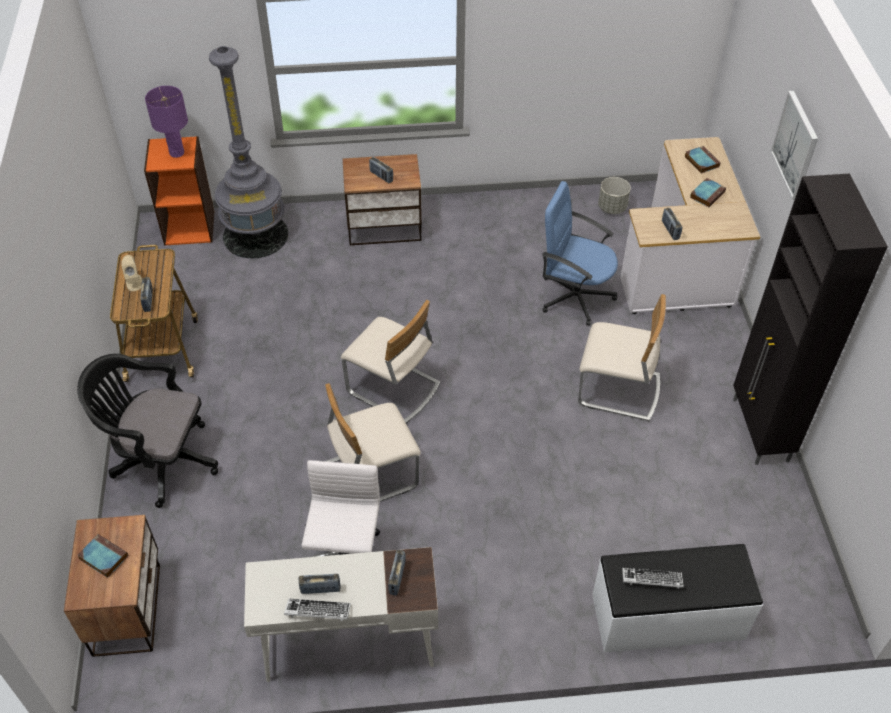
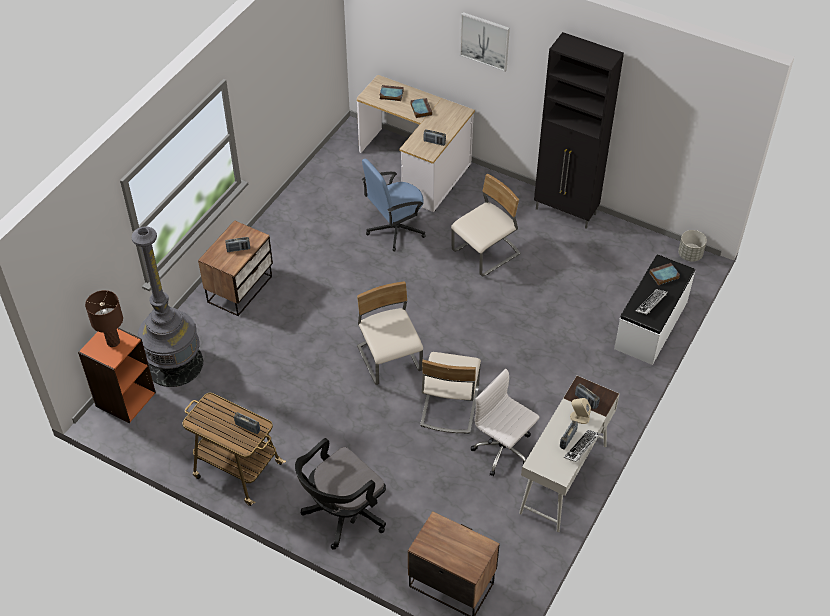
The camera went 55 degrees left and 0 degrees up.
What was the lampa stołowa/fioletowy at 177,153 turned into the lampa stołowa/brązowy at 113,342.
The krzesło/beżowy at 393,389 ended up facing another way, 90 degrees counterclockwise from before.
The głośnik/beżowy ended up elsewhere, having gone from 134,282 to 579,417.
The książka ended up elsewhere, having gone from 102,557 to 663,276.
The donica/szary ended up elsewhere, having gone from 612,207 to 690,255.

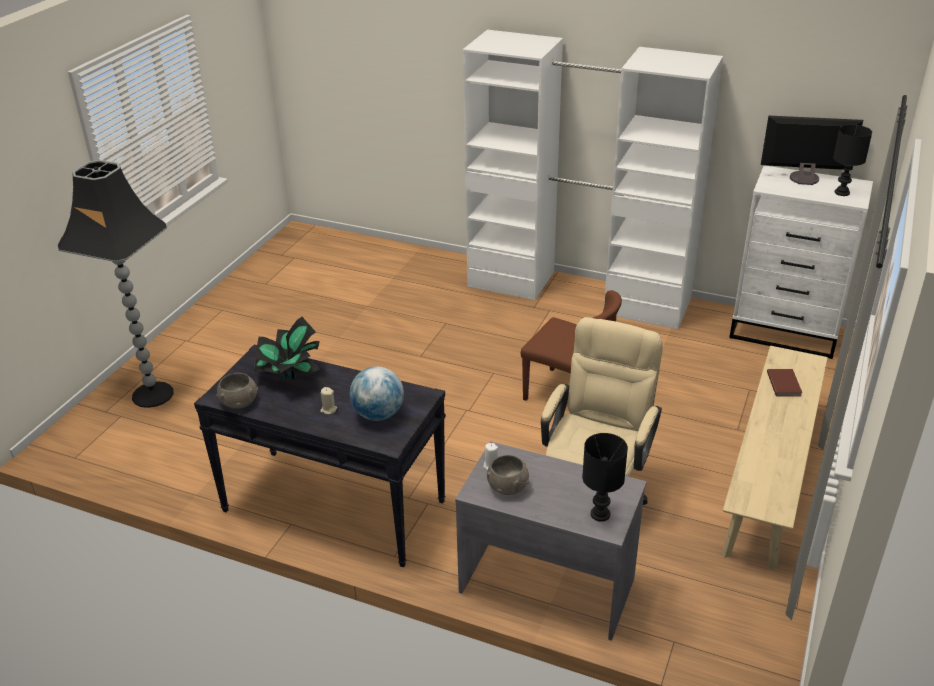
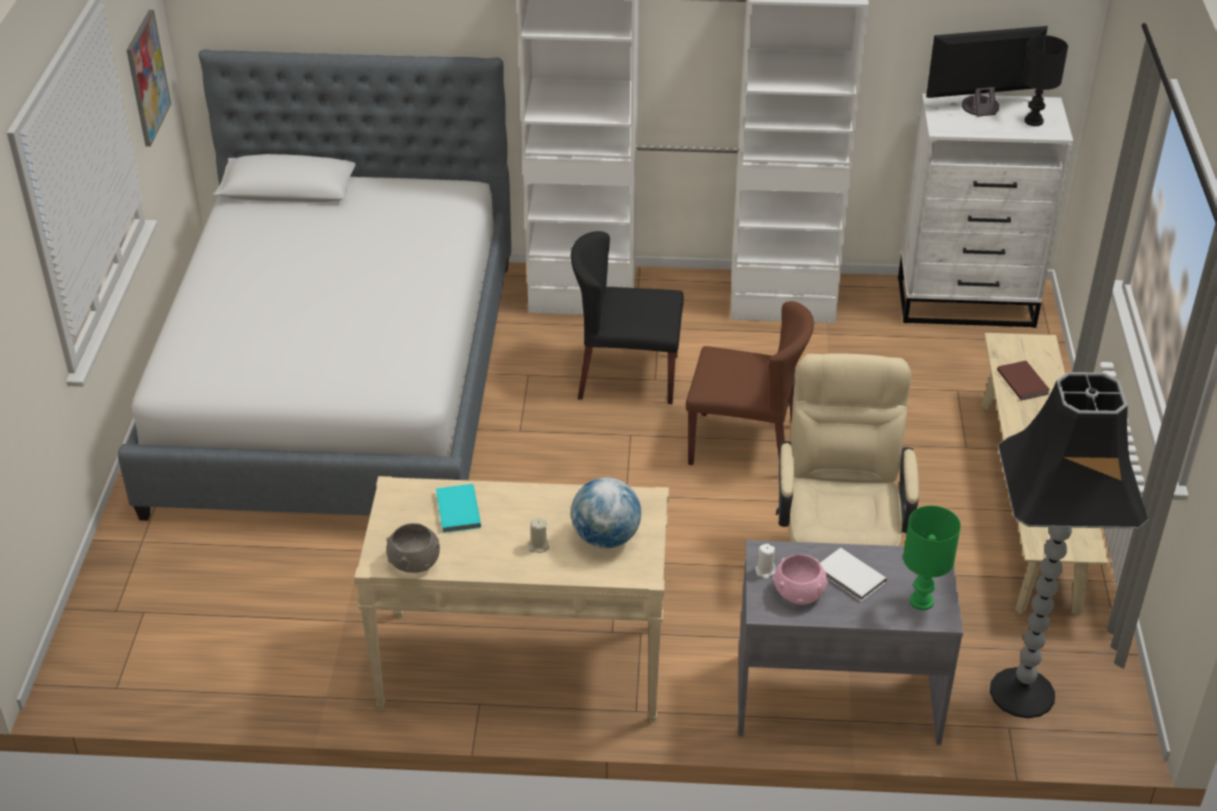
The camera went 20 degrees left and 5 degrees up.
The second view gained the łóżko at 339,382.
The second view gained the obraz at 147,78.
What was the stolik konsolowy/czarny at 333,506 turned into the stolik konsolowy/beżowy at 521,666.
Where the roślina doniczkowa stood at 289,376, the książka/turkusowy came to stand at 457,511.
The second view gained the krzesło/czarny at 627,376.
What was the miska/szary at 508,486 turned into the miska/różowy at 799,592.
The second view gained the książka/biały at 850,577.
What was the lampa stołowa/czarny at 600,515 turned into the lampa stołowa/zielony at 922,602.
The lampa stojąca/czarny ended up elsewhere, having gone from 153,395 to 1023,694.

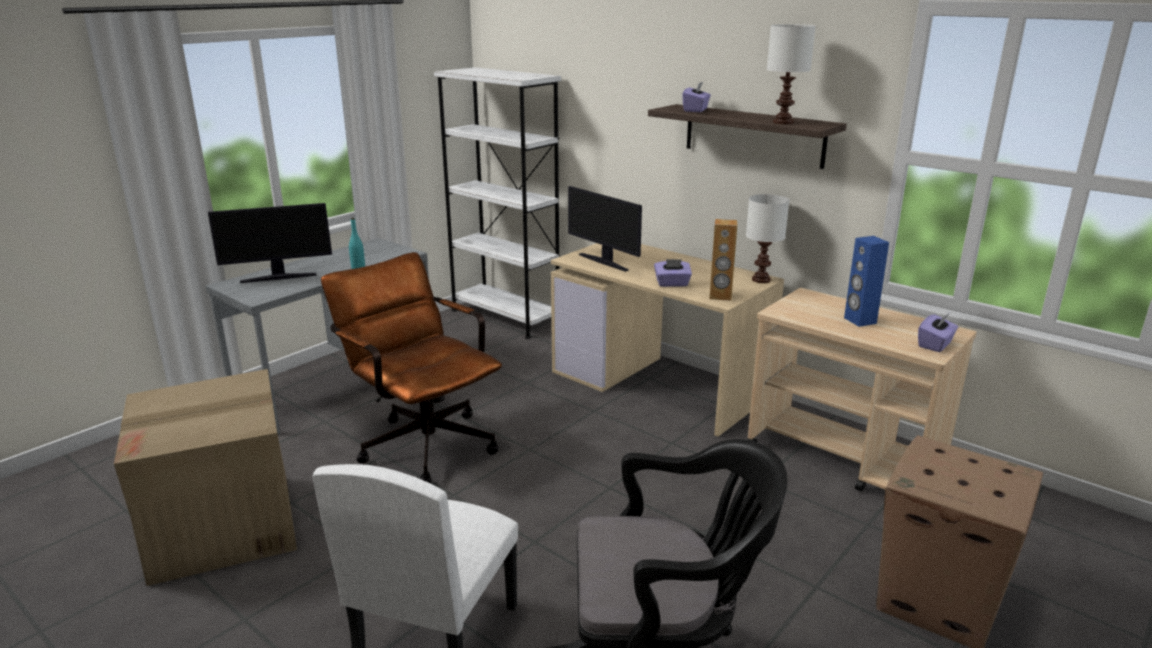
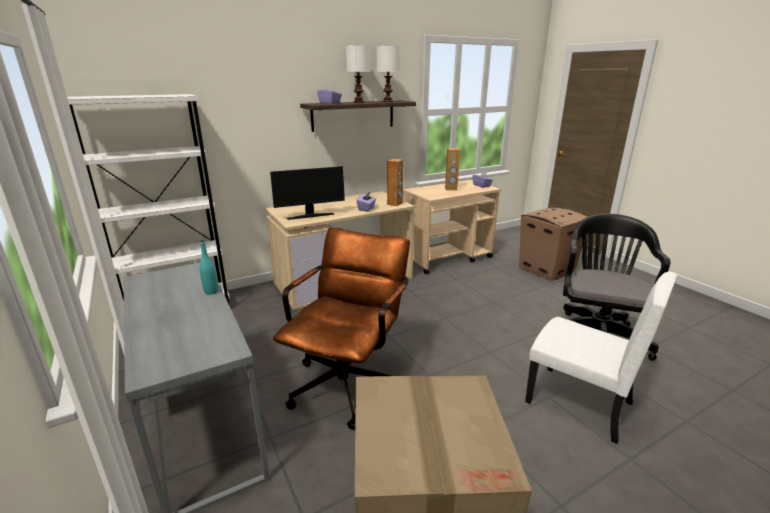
The camera went 70 degrees left and 0 degrees up.
The krzesło biurowe/brązowy at 422,441 ended up facing another way, 135 degrees clockwise from before.
The lampa stołowa/biały ended up elsewhere, having gone from 760,280 to 359,102.
What was the głośnik/niebieski at 859,320 turned into the głośnik/brązowy at 451,189.
The second view lost the monitor at 278,277.

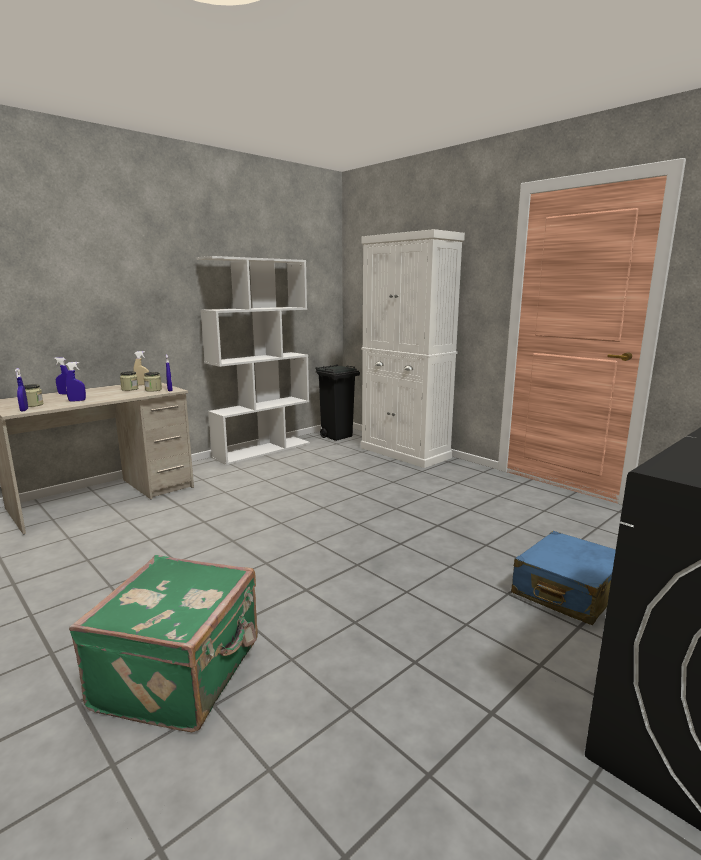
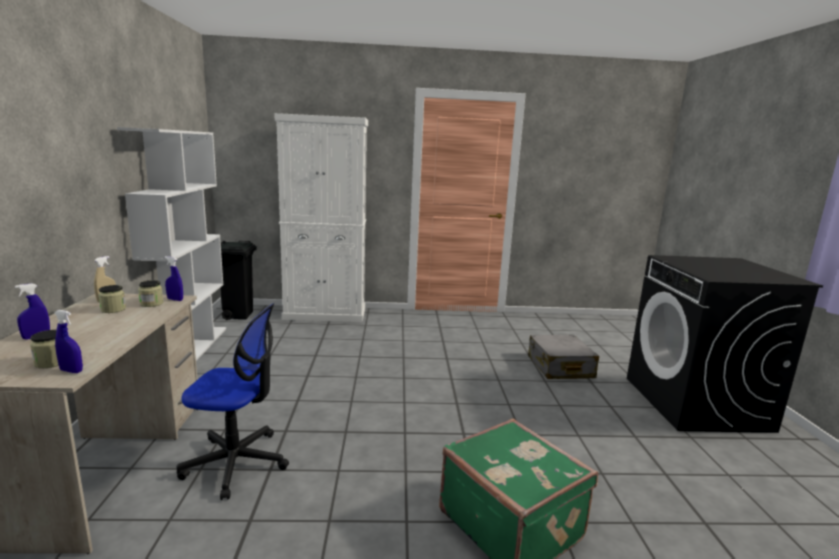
The camera went 50 degrees left and 0 degrees up.
The second view gained the krzesło biurowe at 236,463.
What was the walizka/niebieski at 567,591 turned into the walizka/szary at 560,367.
The second view lost the spryskiwacz/niebieski at 77,401.

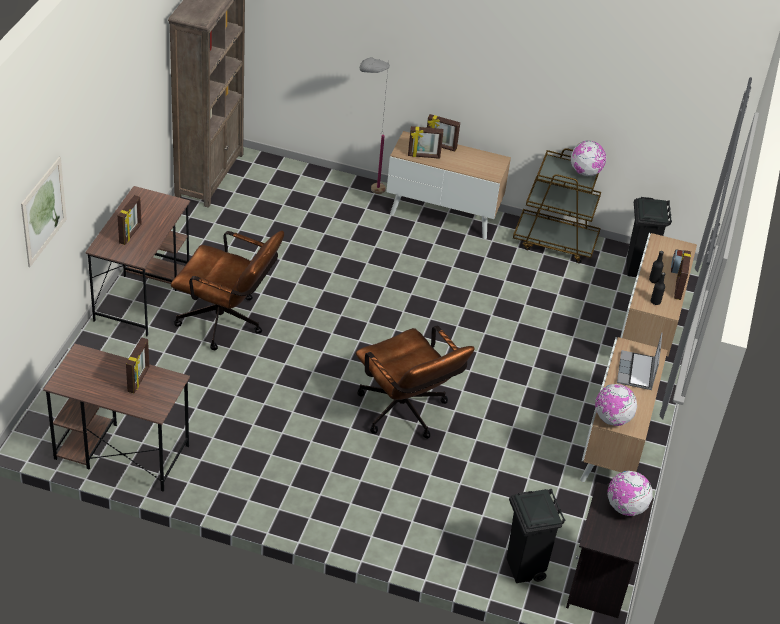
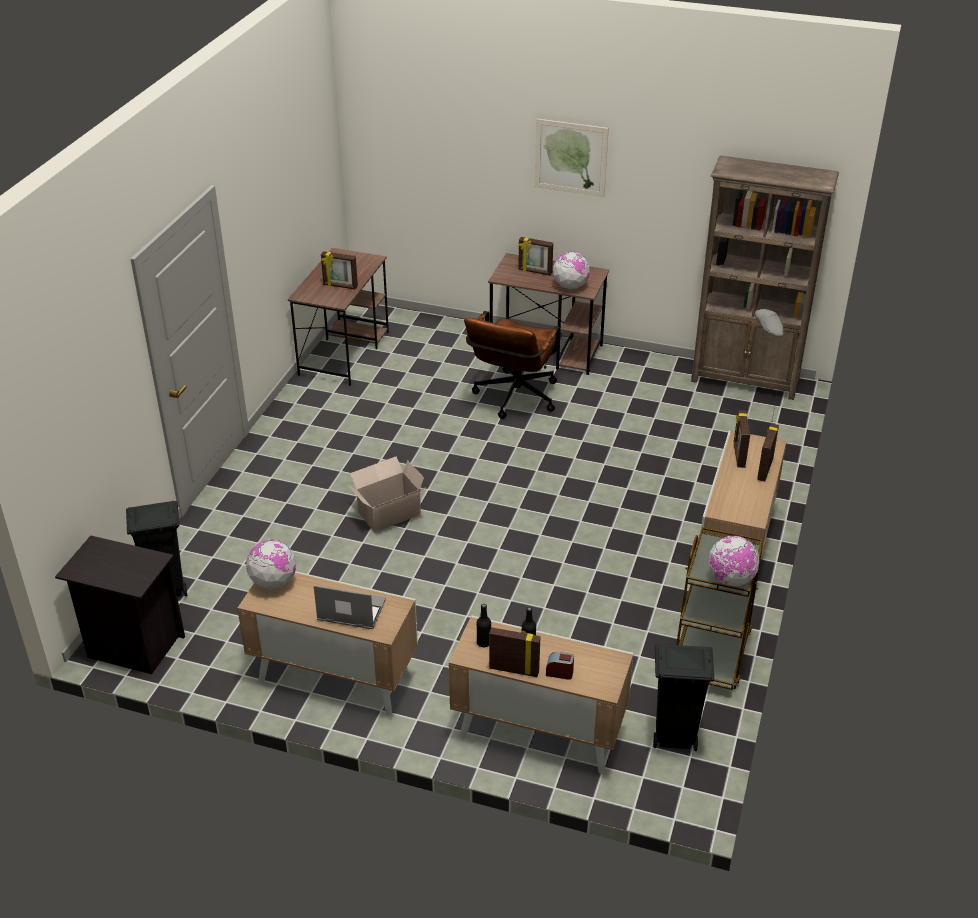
The camera went 95 degrees right and 5 degrees down.
Where the krzesło biurowe/brązowy stood at 406,414, the karton came to stand at 387,514.
The obraz ended up elsewhere, having gone from 43,211 to 570,157.
The globus ended up elsewhere, having gone from 625,507 to 570,286.

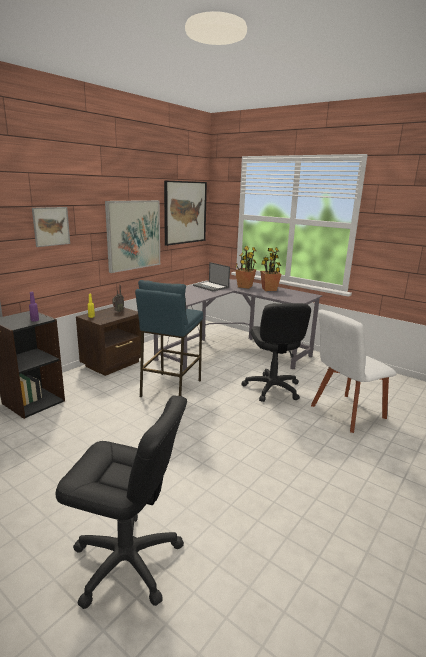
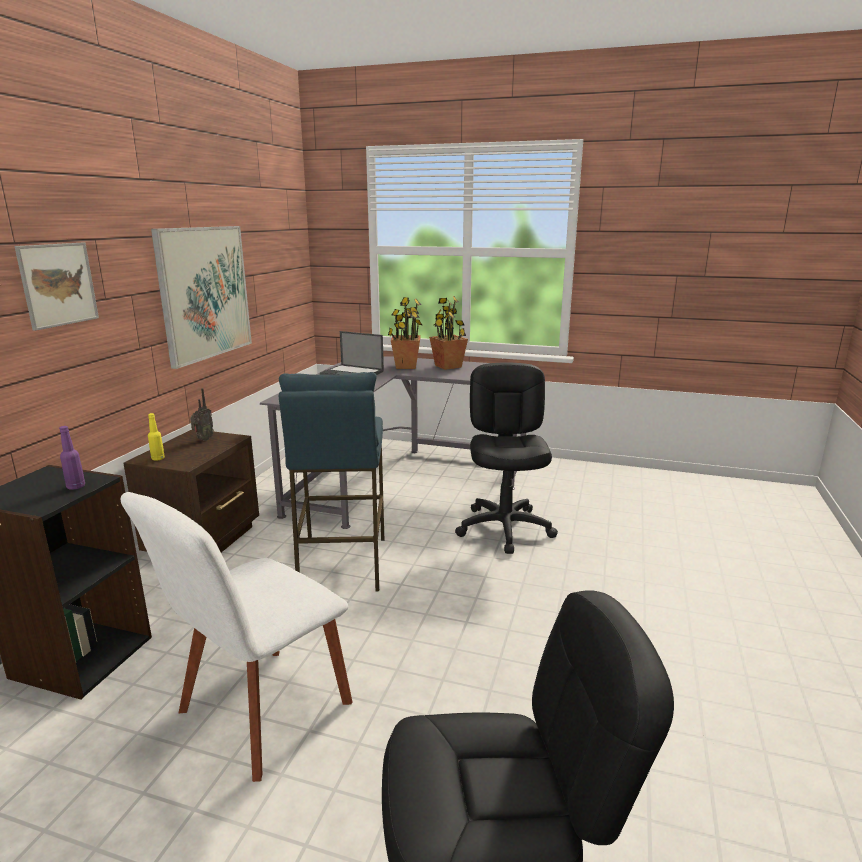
The camera went 20 degrees left and 0 degrees up.
The krzesło/biały ended up elsewhere, having gone from 345,413 to 259,713.
The krzesło biurowe/czarny at 272,388 ended up facing another way, 150 degrees counterclockwise from before.
The second view lost the obraz at 185,212.

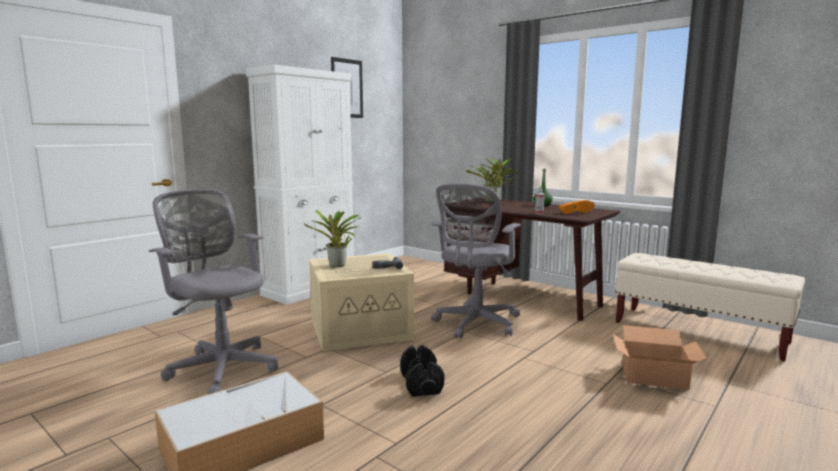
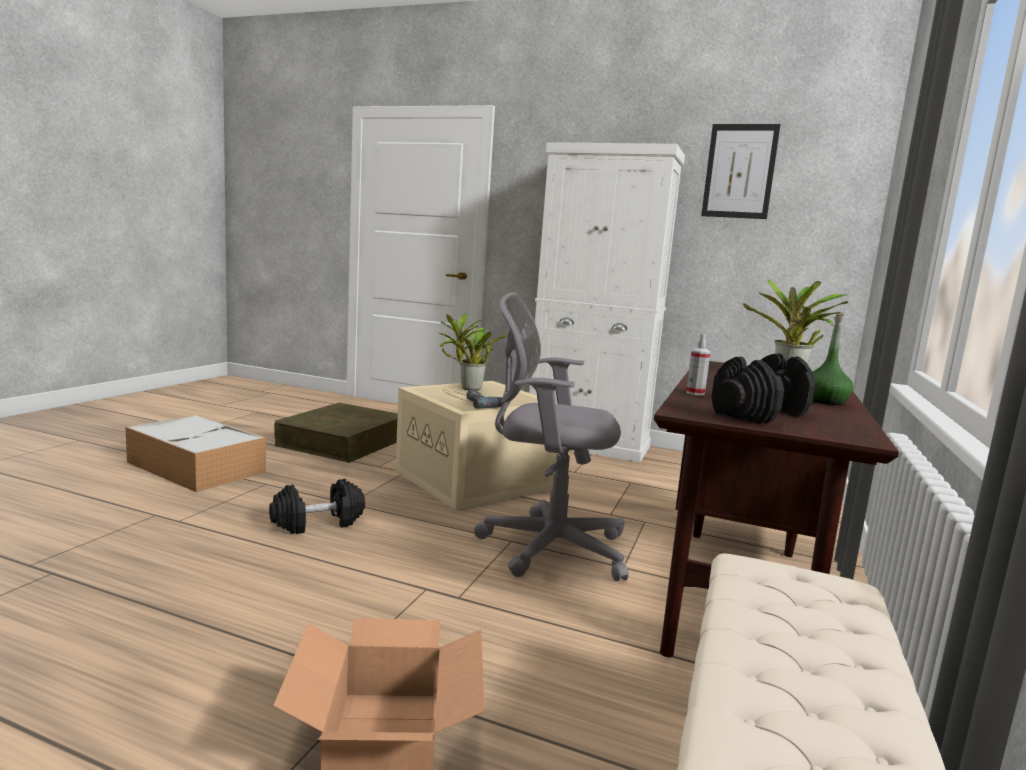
The camera went 70 degrees right and 0 degrees up.
Where the krzesło biurowe/szary stood at 222,367, the pojemnik do przechowywania/brązowy came to stand at 343,442.
Where the but/pomarańczowy stood at 575,212, the hantel/czarny came to stand at 759,413.

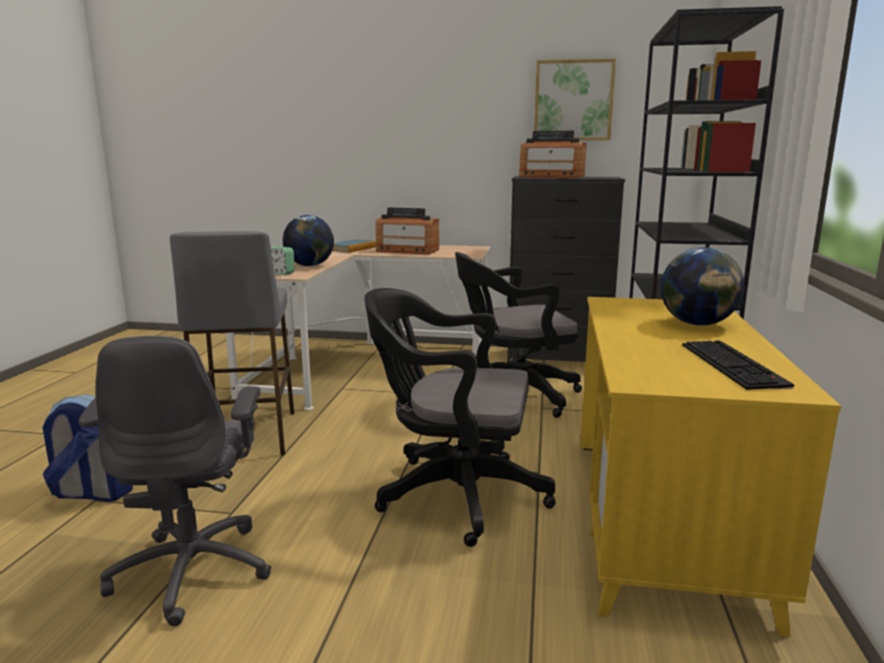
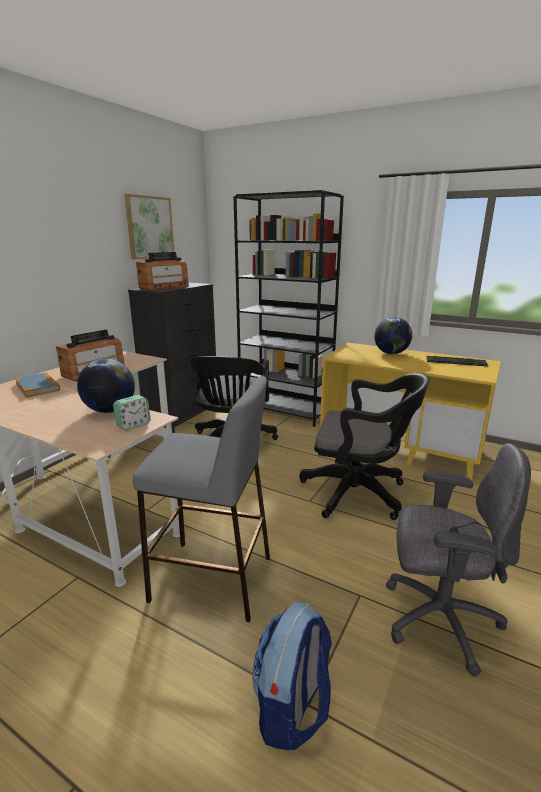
The camera went 70 degrees left and 5 degrees up.
The krzesło biurowe/czarny at 453,494 ended up facing another way, 105 degrees counterclockwise from before.

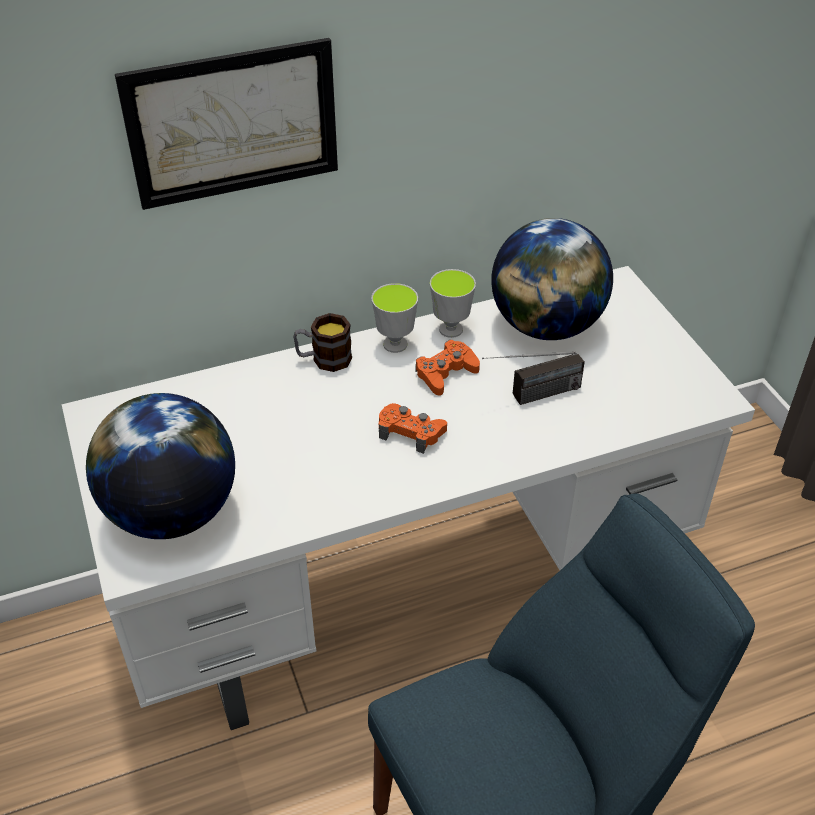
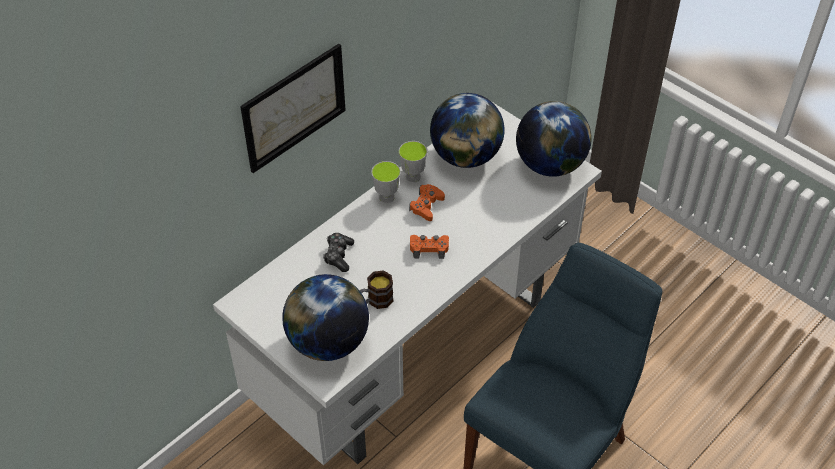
The camera went 25 degrees left and 5 degrees up.
The second view gained the pad do gier at 338,255.
The kubek ended up elsewhere, having gone from 324,359 to 375,301.
The second view gained the globus at 550,165.
The second view lost the radio at 530,397.

